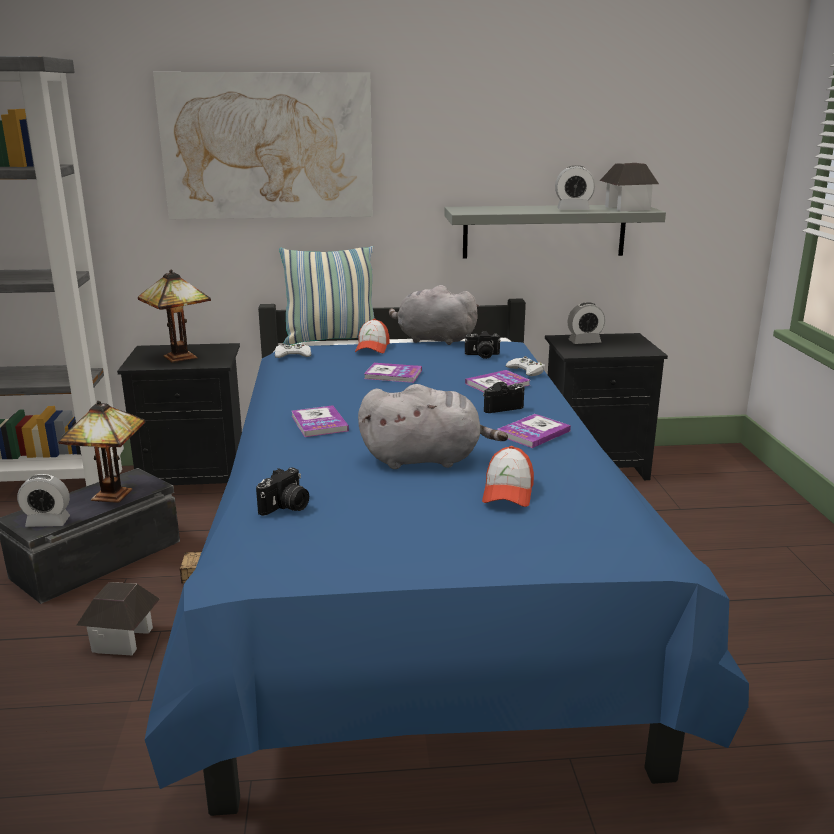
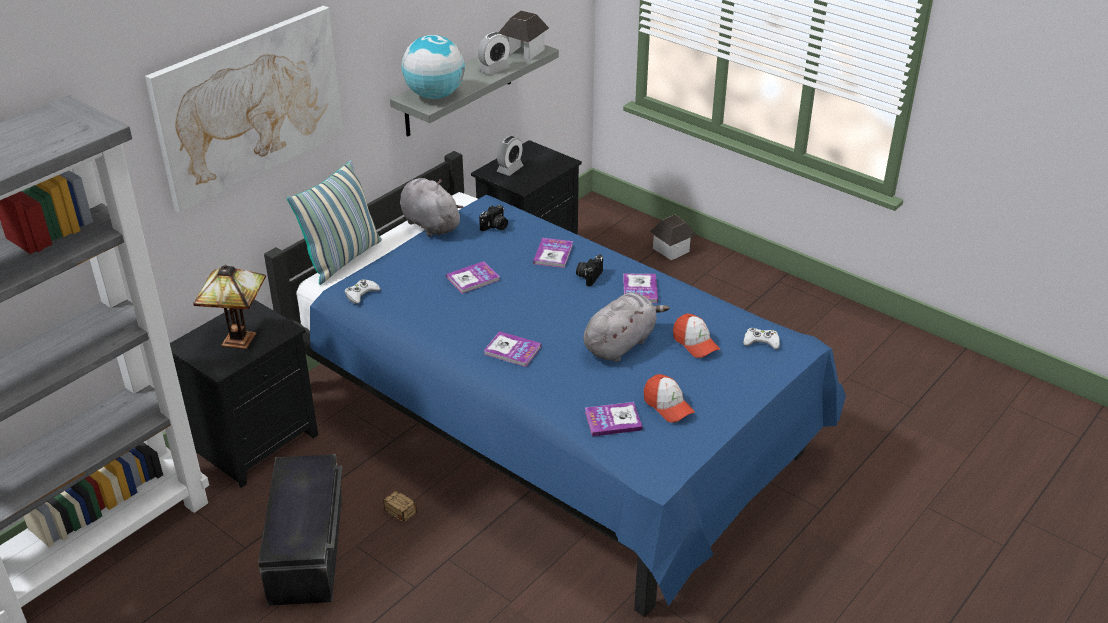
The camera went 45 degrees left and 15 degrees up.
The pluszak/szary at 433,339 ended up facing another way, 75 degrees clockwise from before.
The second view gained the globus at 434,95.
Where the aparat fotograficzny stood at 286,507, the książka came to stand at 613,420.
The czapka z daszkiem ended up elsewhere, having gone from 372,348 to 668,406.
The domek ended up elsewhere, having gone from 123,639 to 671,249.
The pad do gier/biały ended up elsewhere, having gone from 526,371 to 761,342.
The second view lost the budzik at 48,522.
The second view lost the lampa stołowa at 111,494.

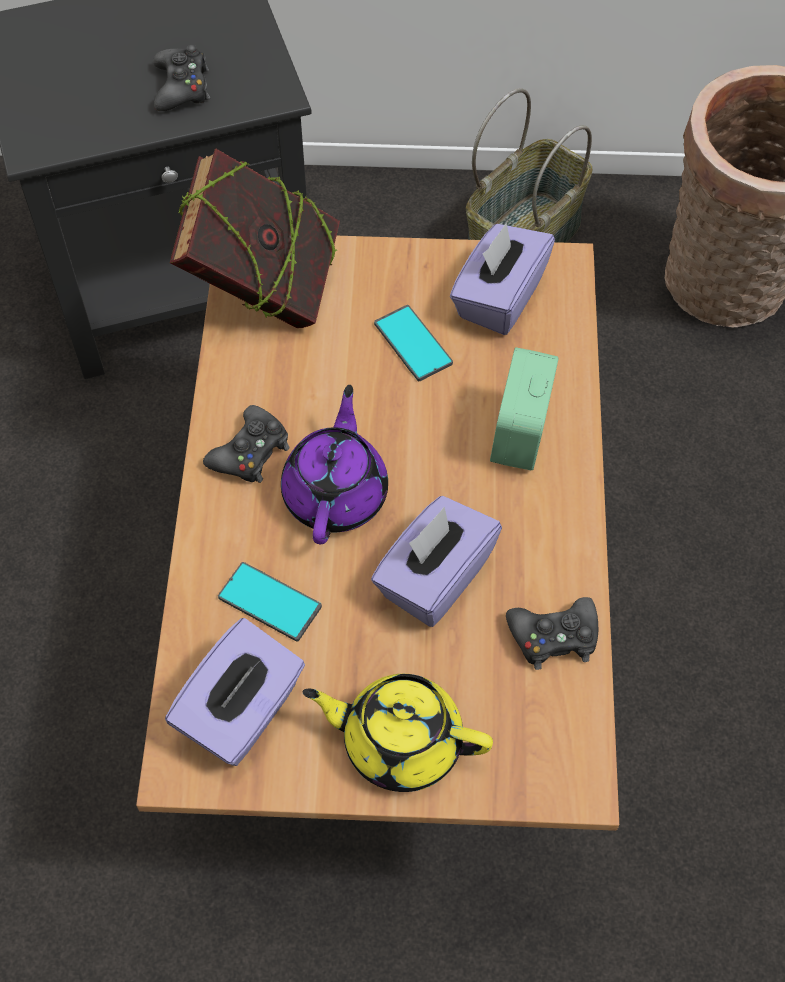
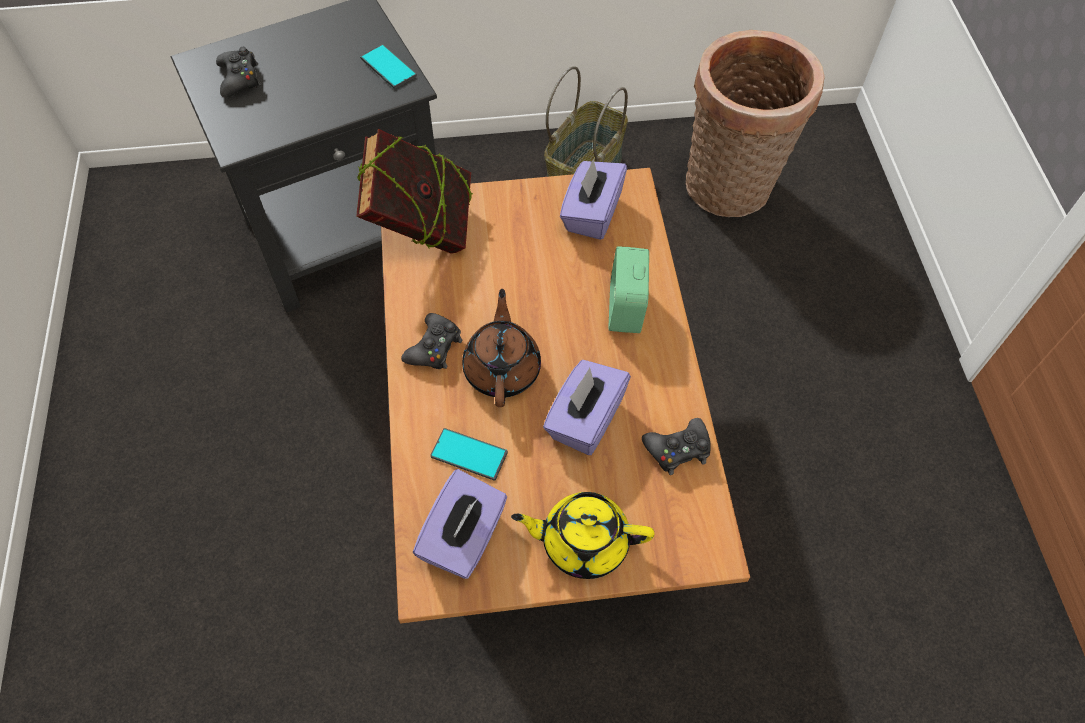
The camera went 10 degrees left and 0 degrees up.
The pad do gier/czarny ended up elsewhere, having gone from 182,87 to 240,78.
The telefon ended up elsewhere, having gone from 412,344 to 388,67.
What was the imbryk/fioletowy at 336,493 turned into the imbryk/brązowy at 502,368.

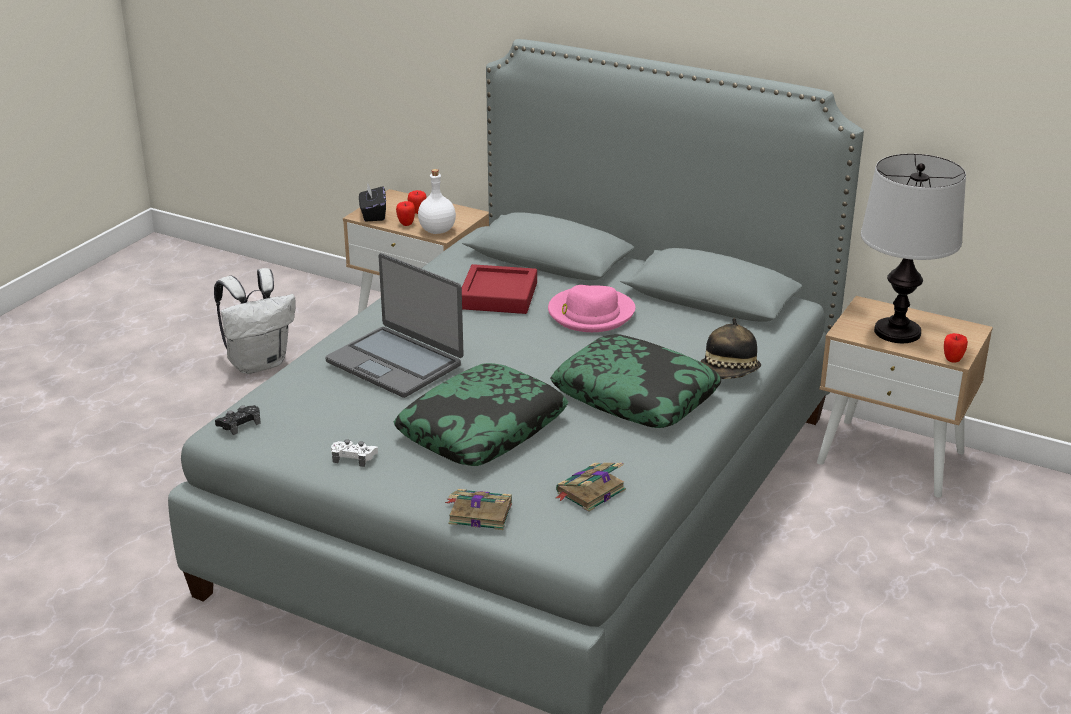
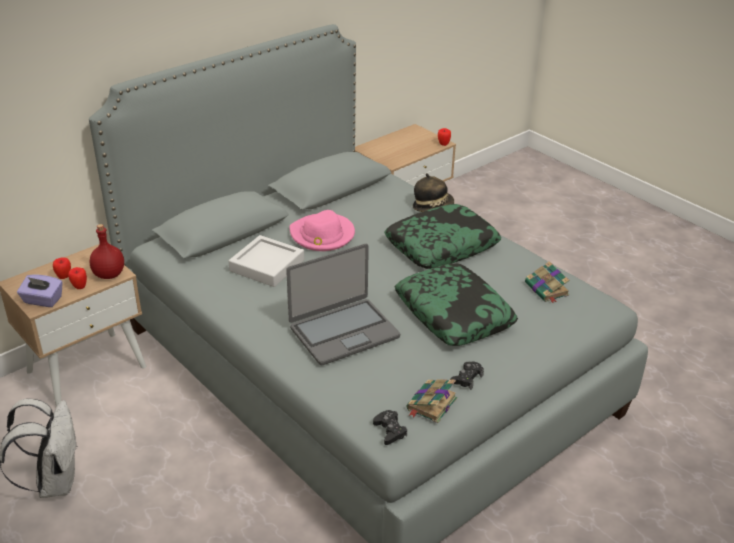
The camera went 70 degrees left and 5 degrees up.
What was the pudełko chusteczek/czarny at 373,215 turned into the pudełko chusteczek/fioletowy at 42,300.
What was the butelka/biały at 437,230 turned into the butelka/czerwony at 108,274.
What was the taca/czerwony at 498,296 turned into the taca/szary at 267,266.
The książka ended up elsewhere, having gone from 479,513 to 431,405.
What was the pad do gier/biały at 354,457 turned into the pad do gier/czarny at 467,378.
The second view lost the lampa stołowa at 898,332.

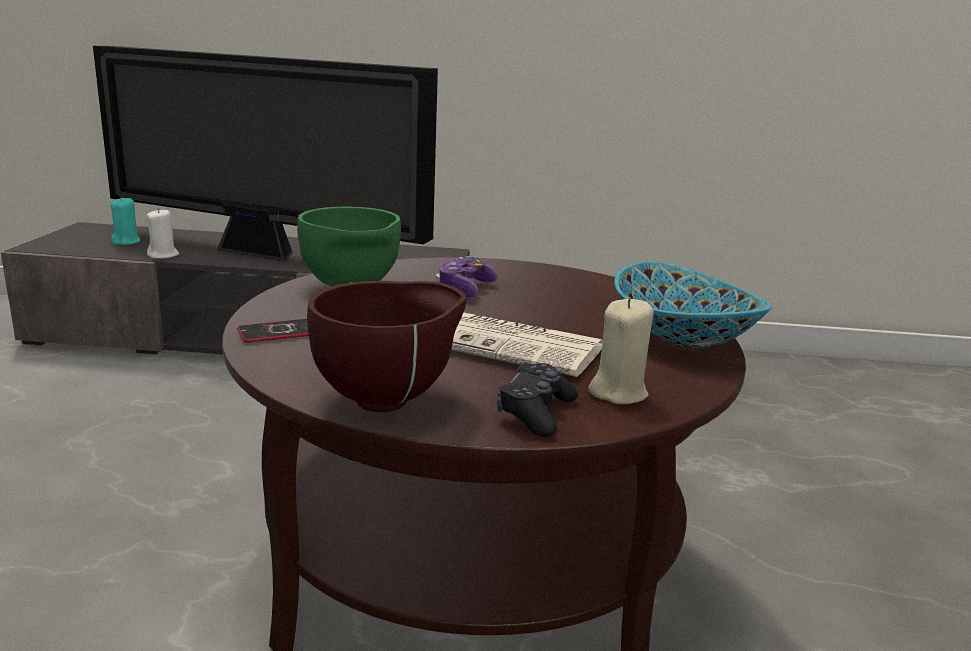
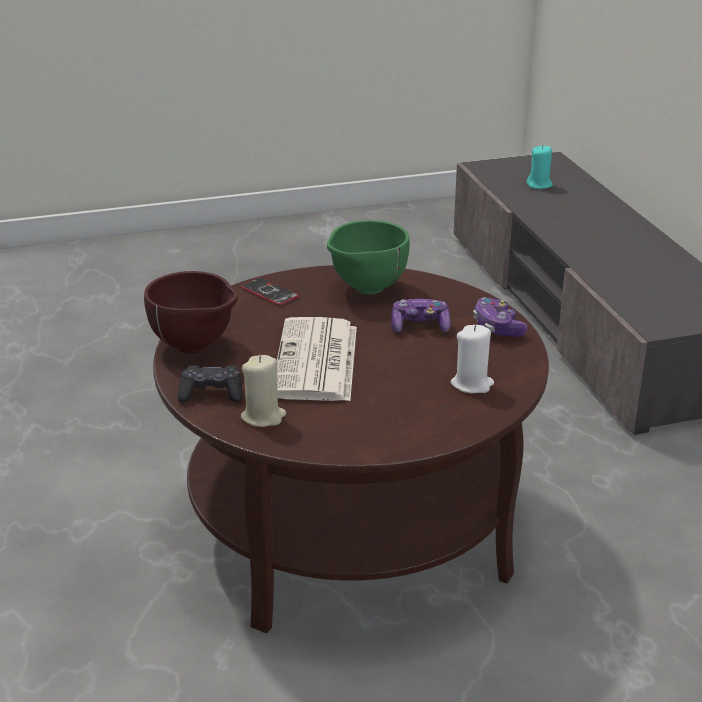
The camera went 70 degrees right and 10 degrees up.
The świeca/biały ended up elsewhere, having gone from 163,255 to 472,384.
The second view gained the pad do gier at 497,328.
The second view lost the telewizor at 262,253.
The second view lost the miska at 682,337.

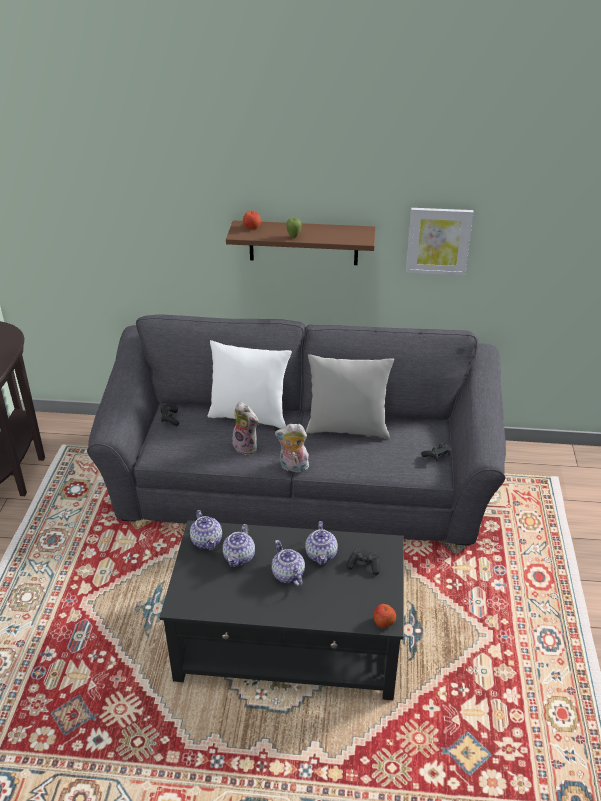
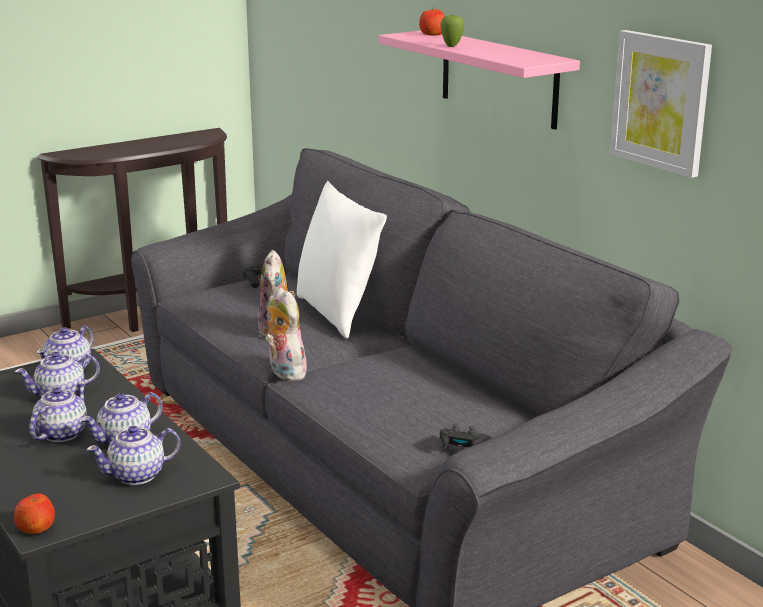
The camera went 50 degrees right and 15 degrees down.
Where the pad do gier/czarny stood at 364,565, the imbryk came to stand at 138,475.
What was the półka/brązowy at 303,242 turned into the półka/różowy at 498,78.
The second view lost the poduszka/szary at 347,428.

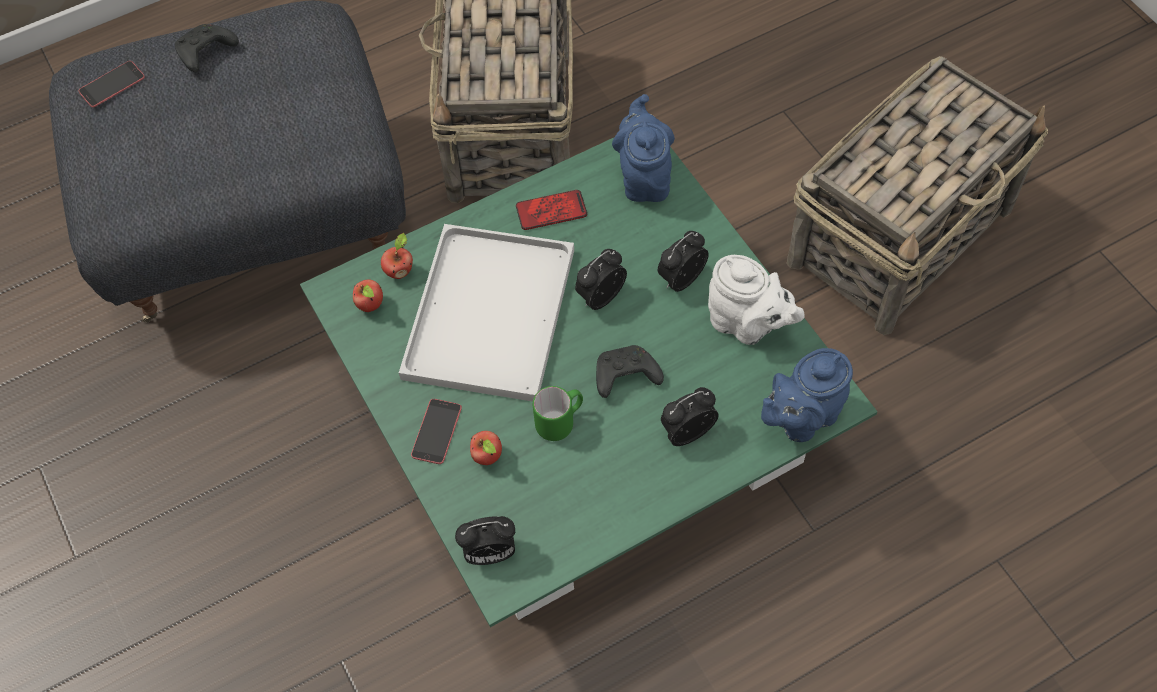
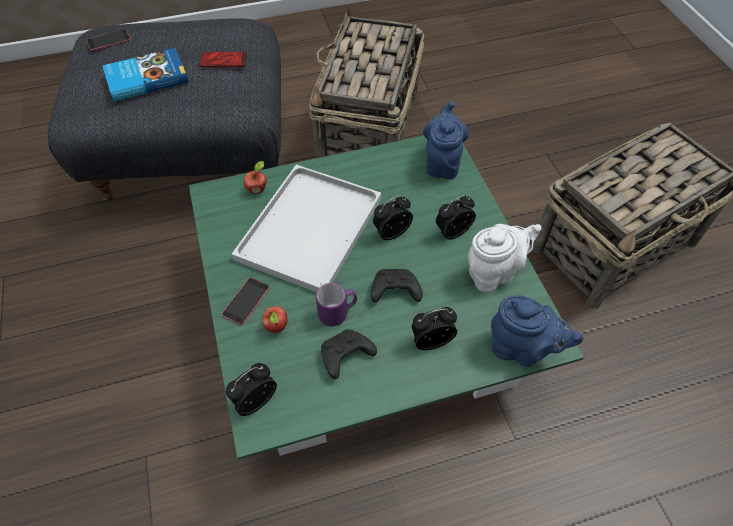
The camera went 10 degrees right and 5 degrees down.
The second view gained the książka at 146,78.
The telefon ended up elsewhere, having gone from 551,211 to 223,60.
The budzik at 490,553 ended up facing another way, 135 degrees clockwise from before.
What was the kubek/zielony at 560,421 turned into the kubek/fioletowy at 338,313.
The pad do gier/czarny ended up elsewhere, having gone from 205,54 to 345,357.
The imbryk/biały at 747,325 ended up facing another way, 75 degrees counterclockwise from before.
The imbryk/niebieski at 801,418 ended up facing another way, 135 degrees counterclockwise from before.
The second view lost the jabłko at 371,306.

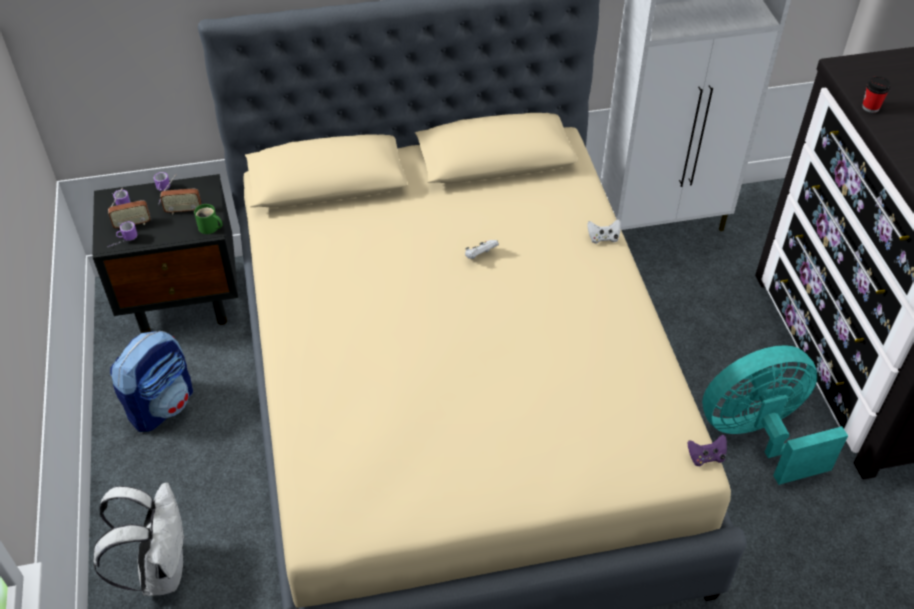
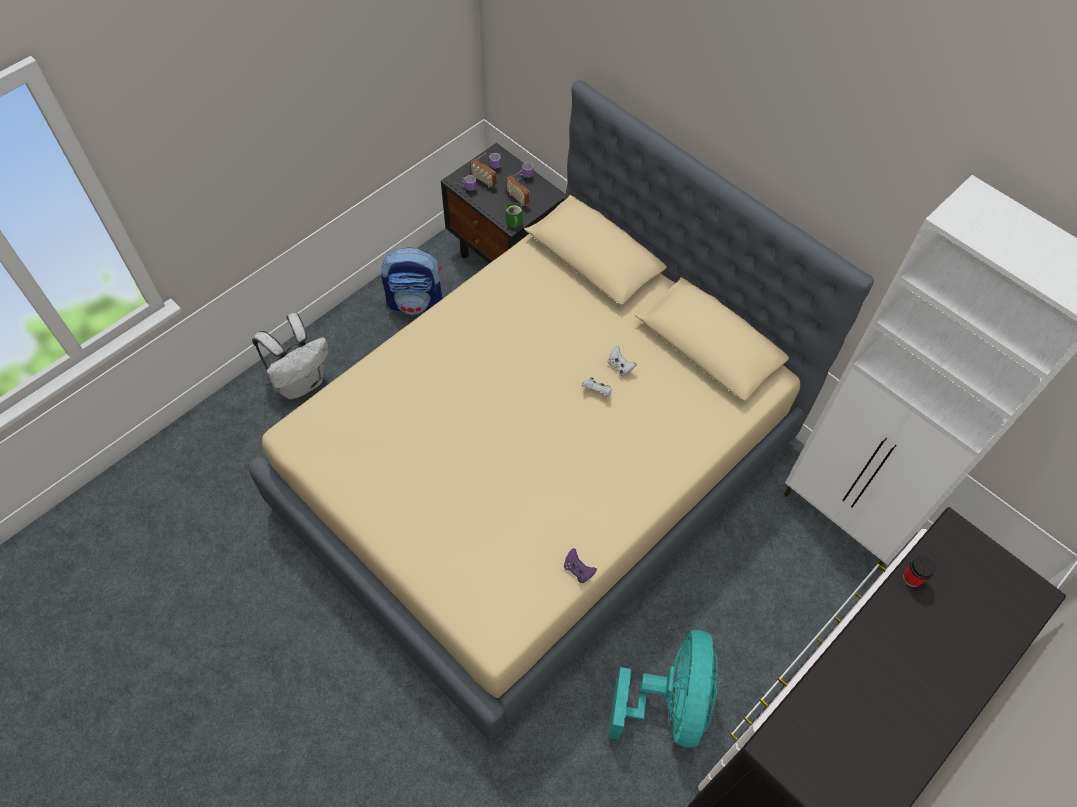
The camera went 55 degrees right and 10 degrees up.
The pad do gier/fioletowy ended up elsewhere, having gone from 706,457 to 578,570.
The pad do gier/biały ended up elsewhere, having gone from 603,238 to 620,366.
The wentylator/turkusowy at 758,436 ended up facing another way, 60 degrees clockwise from before.

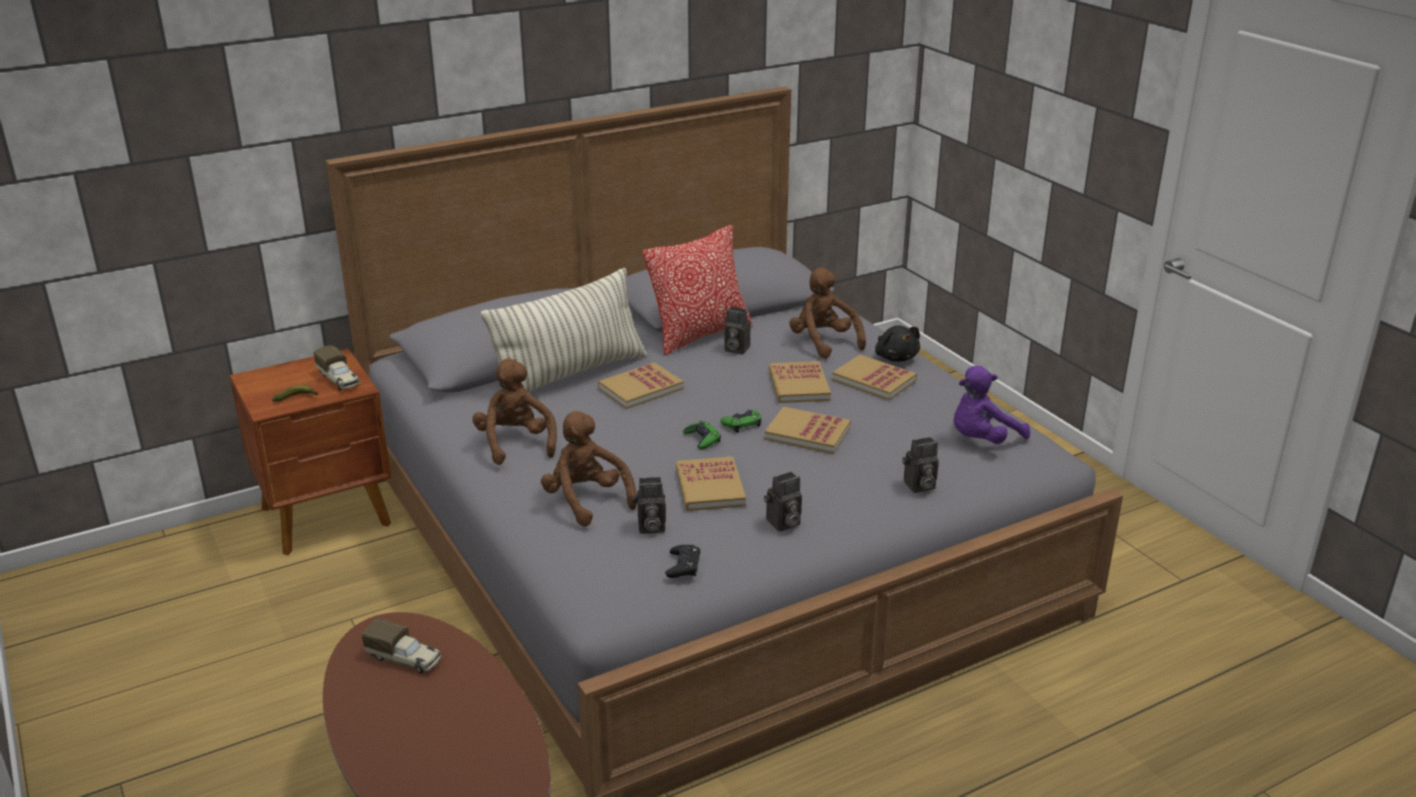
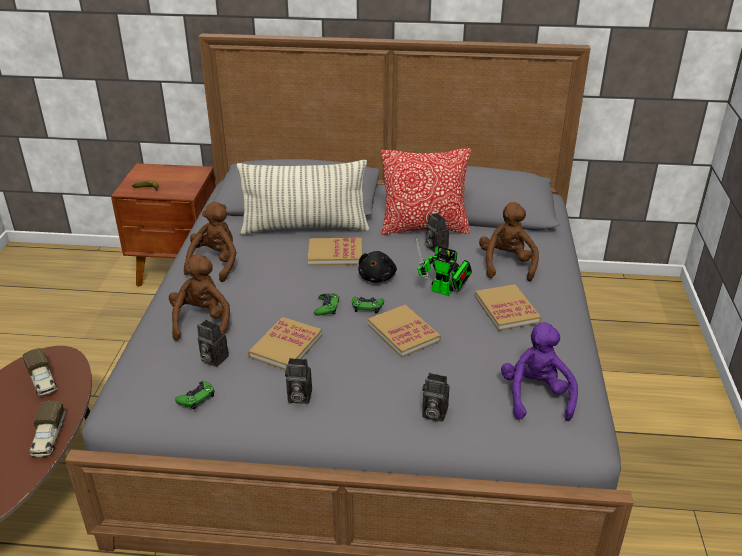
The camera went 35 degrees right and 5 degrees up.
The ciężarówka zabawkowa ended up elsewhere, having gone from 339,380 to 48,438.
What was the pad do gier/czarny at 683,566 turned into the pad do gier/zielony at 196,398.
The pluszak/czarny ended up elsewhere, having gone from 896,357 to 377,277.
Where the książka stood at 799,385, the robot zabawkowy came to stand at 445,292.
The pluszak/fioletowy at 982,440 ended up facing another way, 90 degrees clockwise from before.

